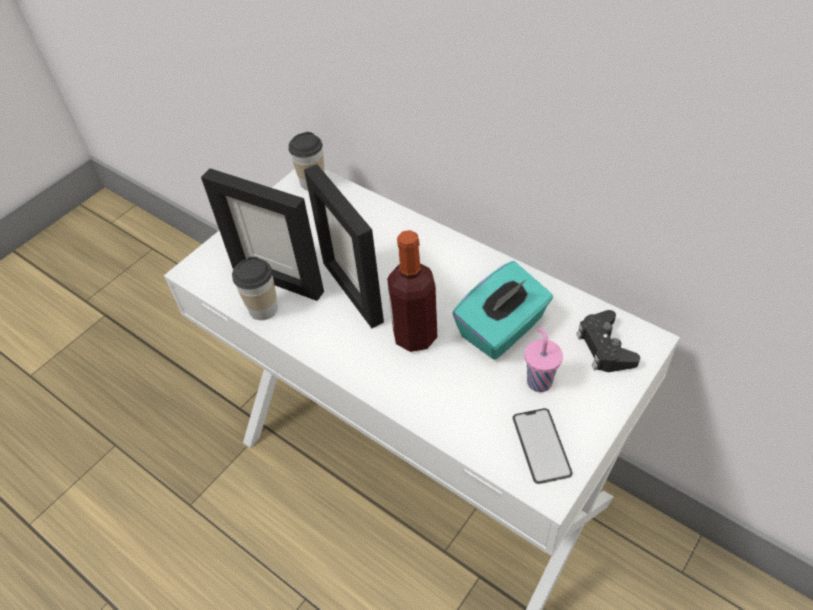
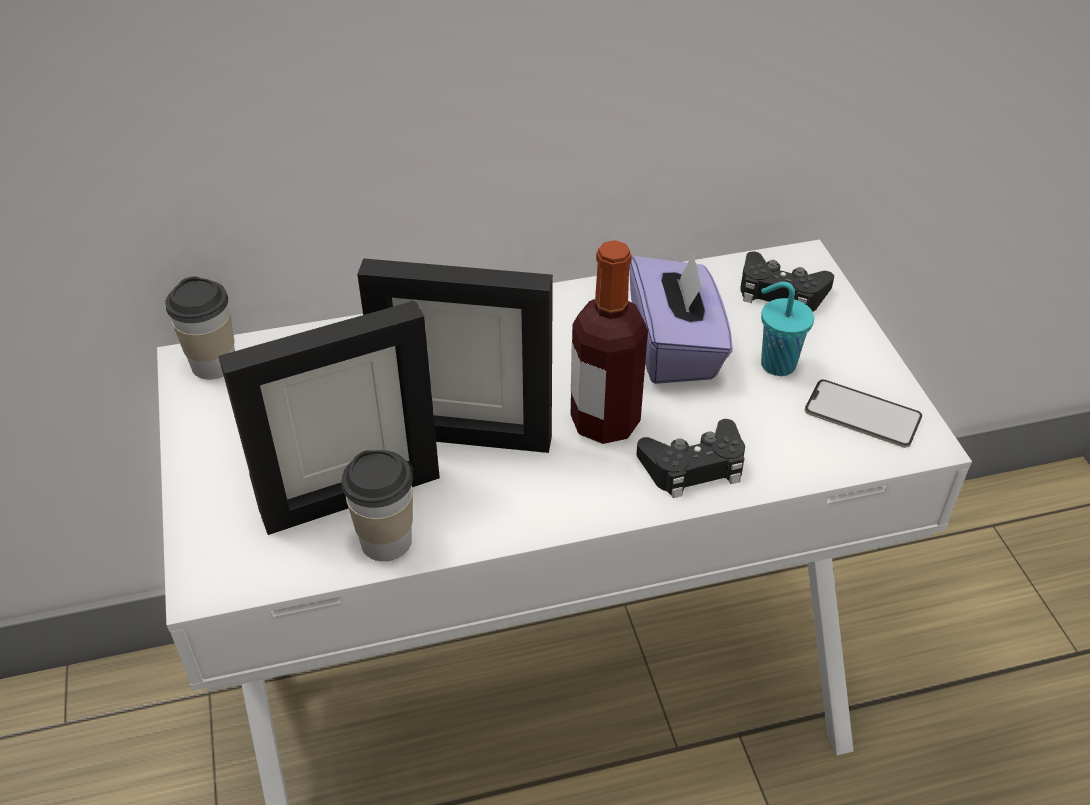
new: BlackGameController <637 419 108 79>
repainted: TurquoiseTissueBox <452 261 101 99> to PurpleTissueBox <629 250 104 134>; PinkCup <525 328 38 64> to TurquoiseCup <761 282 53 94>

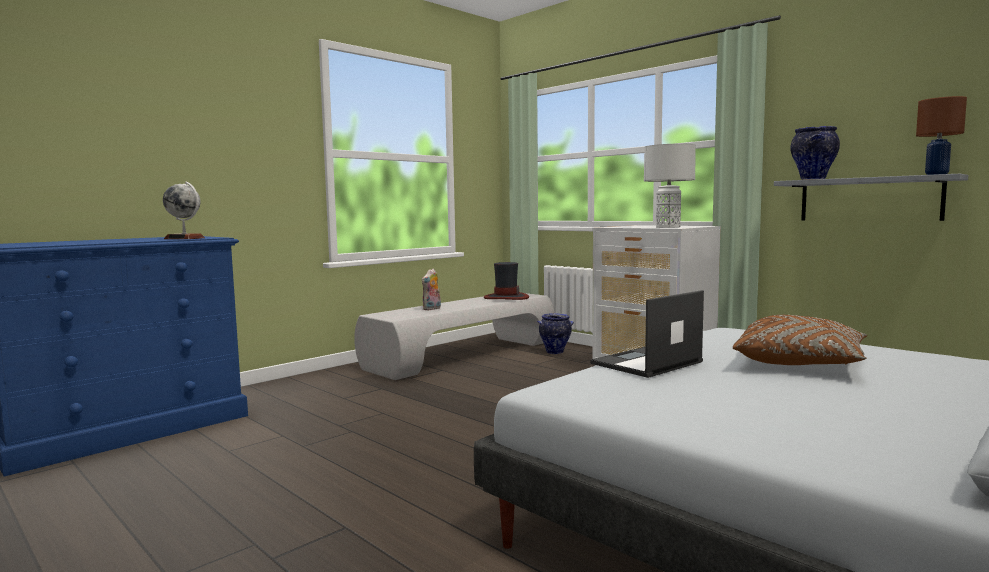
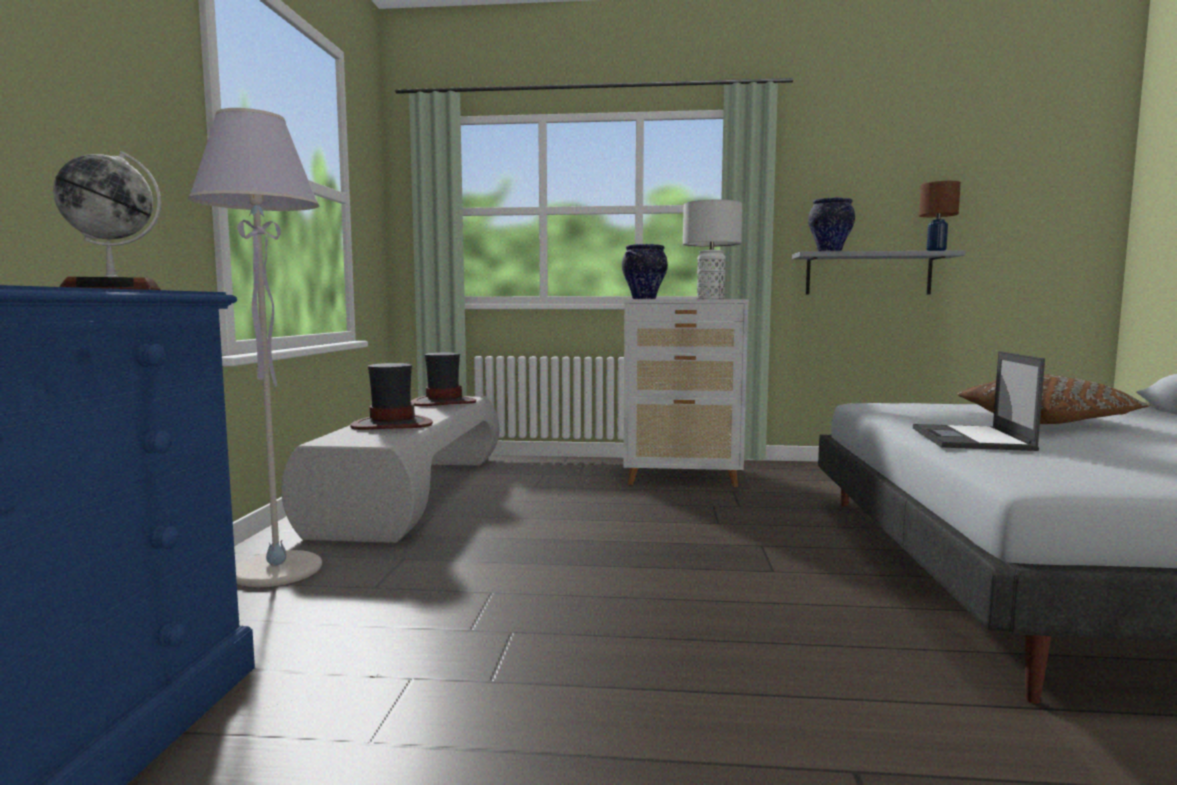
new: GreyFloorLamp <188 108 134 479>
shifted: Vase <537 313 37 41> to <622 244 46 55>
swapped: PlushToy <422 269 19 41> to Hat <350 363 83 67>

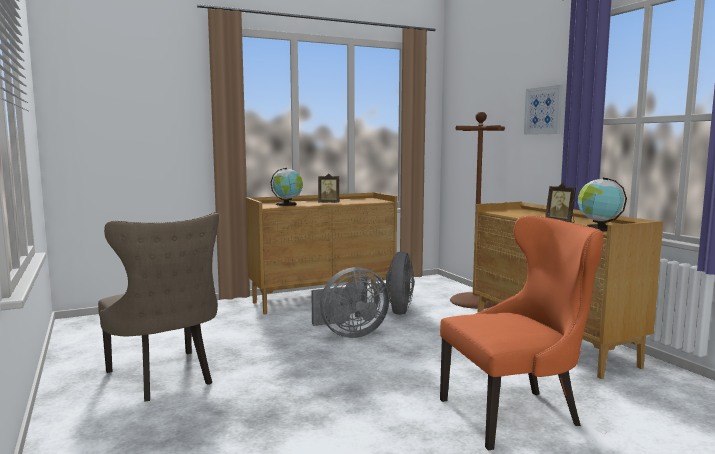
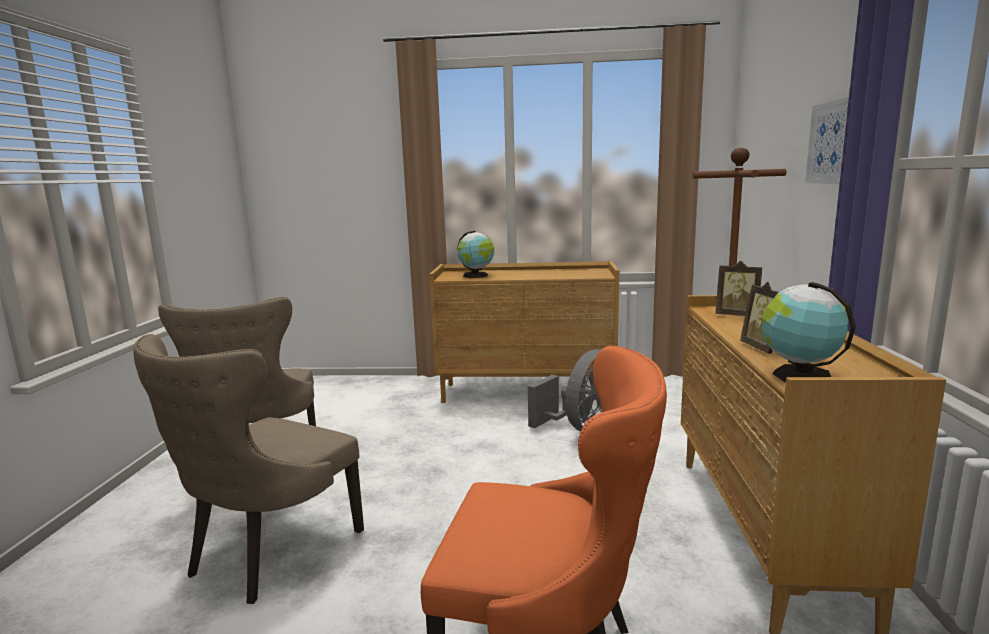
gone: GreyFan <311 267 78 71>
new: BeigeChair <133 334 231 270>
shifted: PictureFrame <318 173 21 30> to <715 261 47 55>

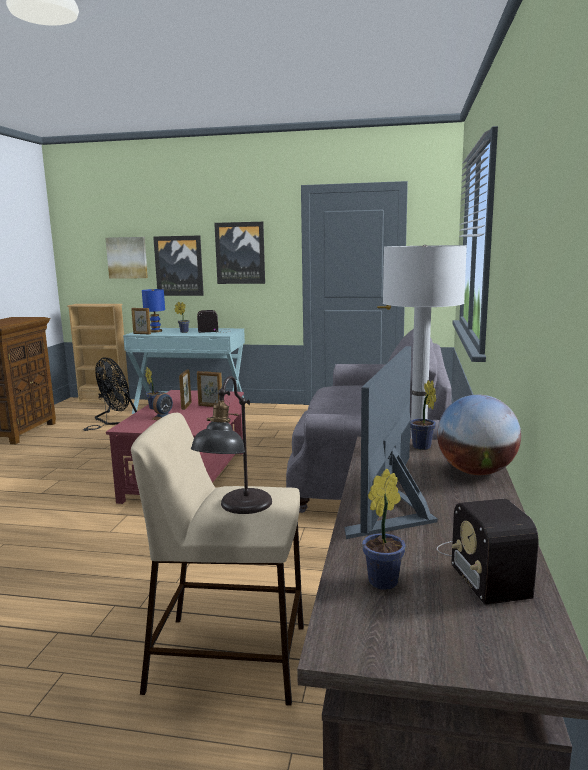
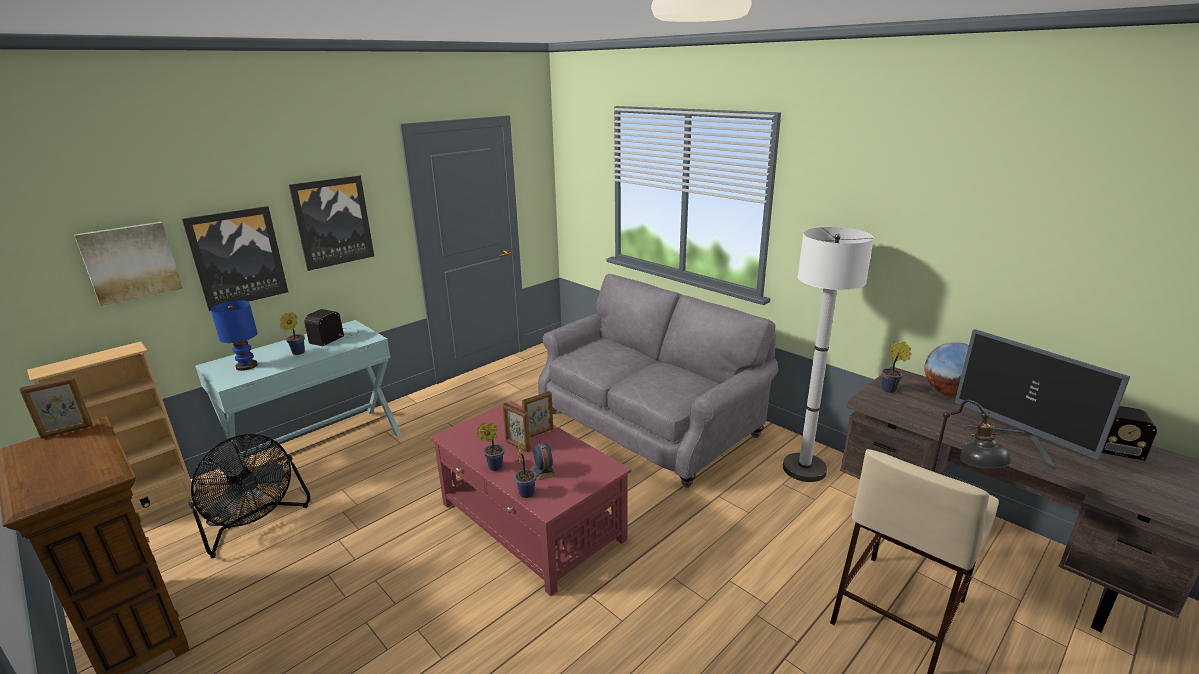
shifted: PictureFrame <131 308 20 26> to <19 376 74 63>; PottedPlant <362 469 44 121> to <514 441 23 57>
rotated: BlackFan <83 357 54 74> = <188 434 122 125> 135 degrees clockwise

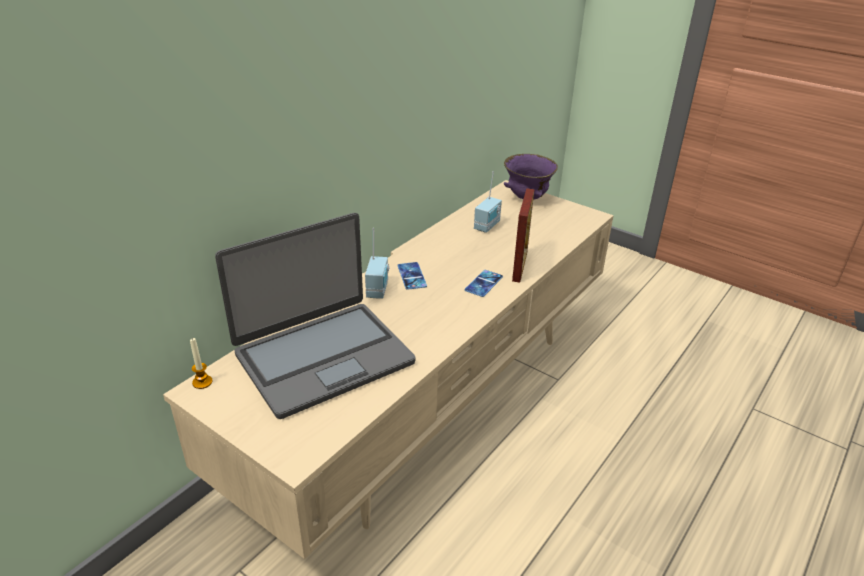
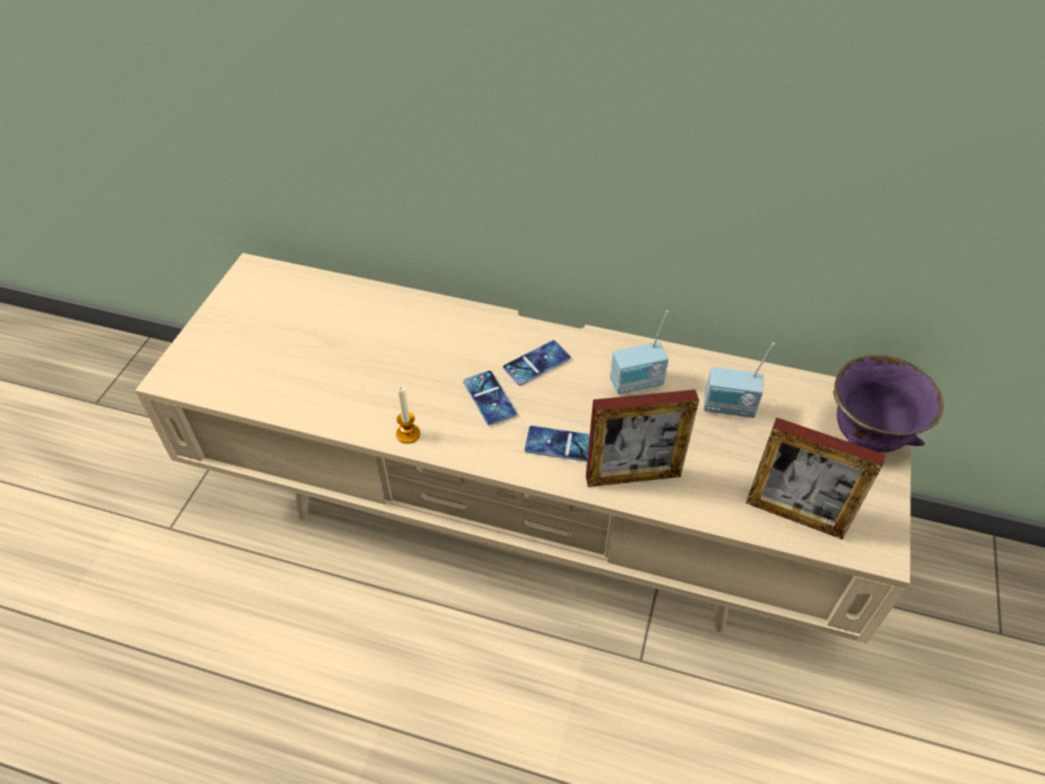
gone: Laptop <215 213 201 206>
new: Phone <463 371 54 54>; PictureFrame <746 417 139 122>
shifted: Radio <365 228 25 71> to <610 310 59 85>; Candle <190 338 22 51> to <396 387 24 57>

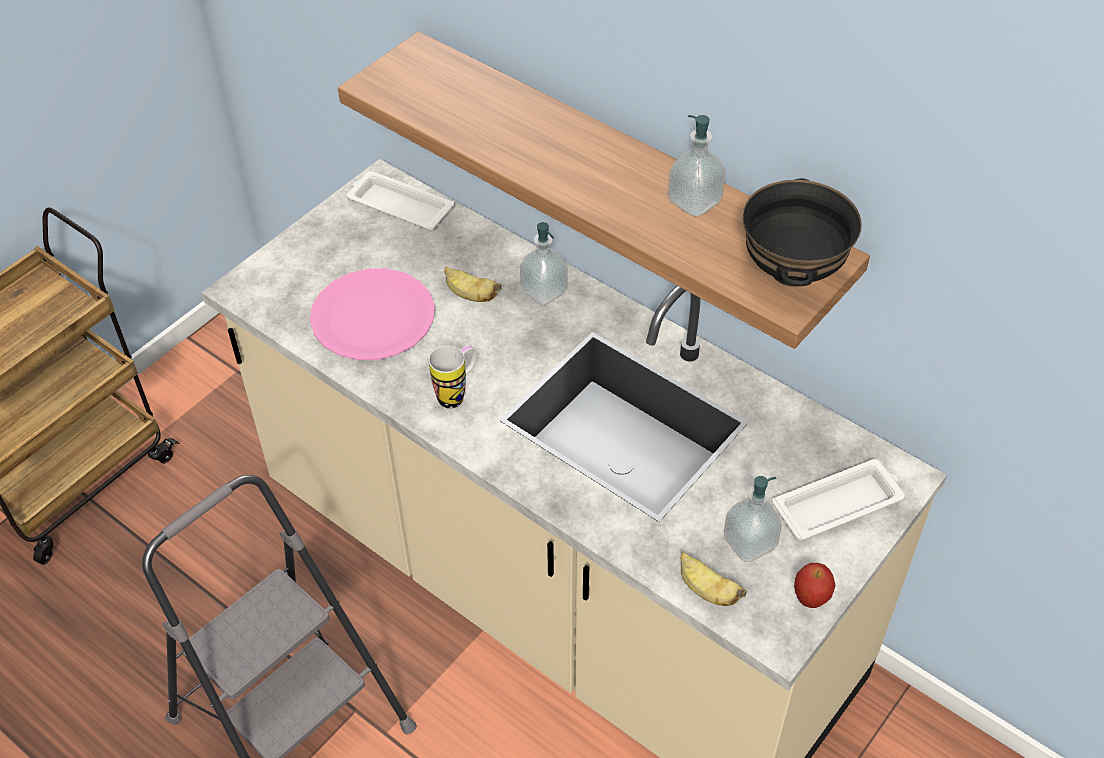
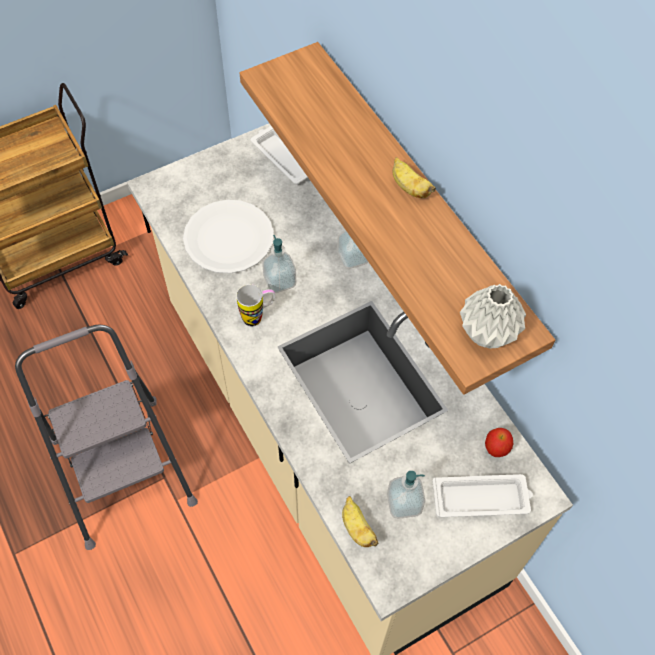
shifted: SoapDispenser <668 115 58 102> to <262 235 34 58>; Banana <444 266 57 36> to <393 157 43 41>; Apple <794 563 42 45> to <485 428 28 29>
swapped: BlackBowl <742 178 120 109> to GreyVase <460 284 66 65>
repainted: PinkPlate <310 268 125 92> to WhitePlate <183 200 91 74>

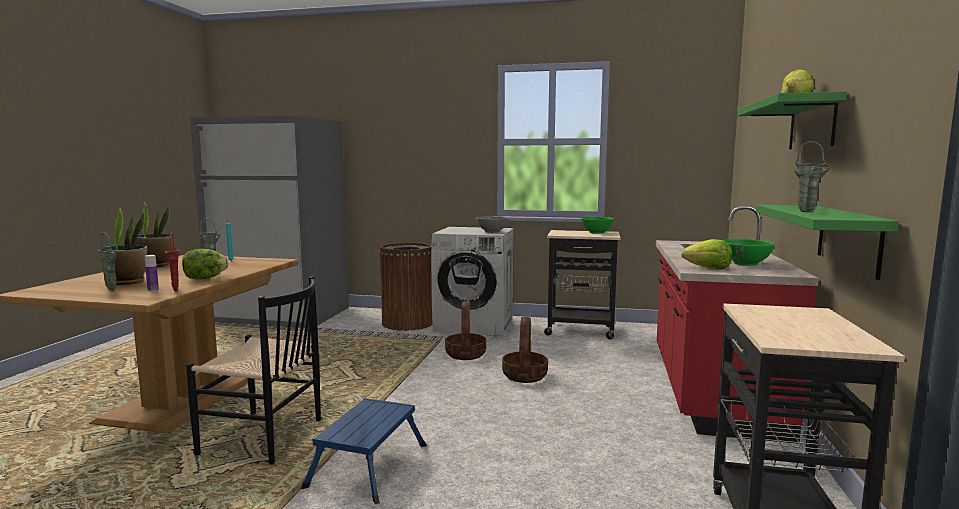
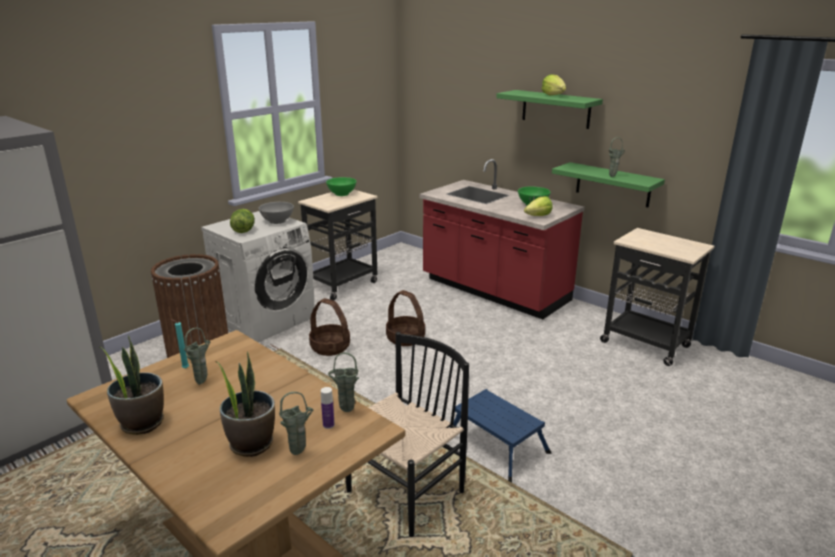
shifted: Lettuce <182 249 47 30> to <230 209 25 24>
repainted: RedVase <165 232 15 59> to GreenVase <328 352 31 60>

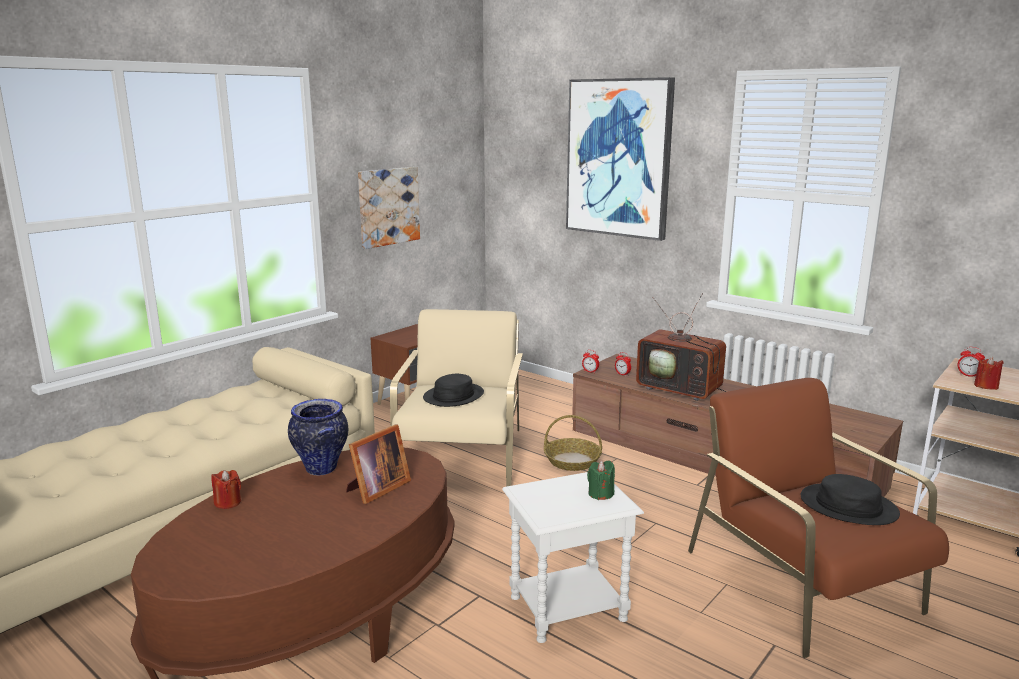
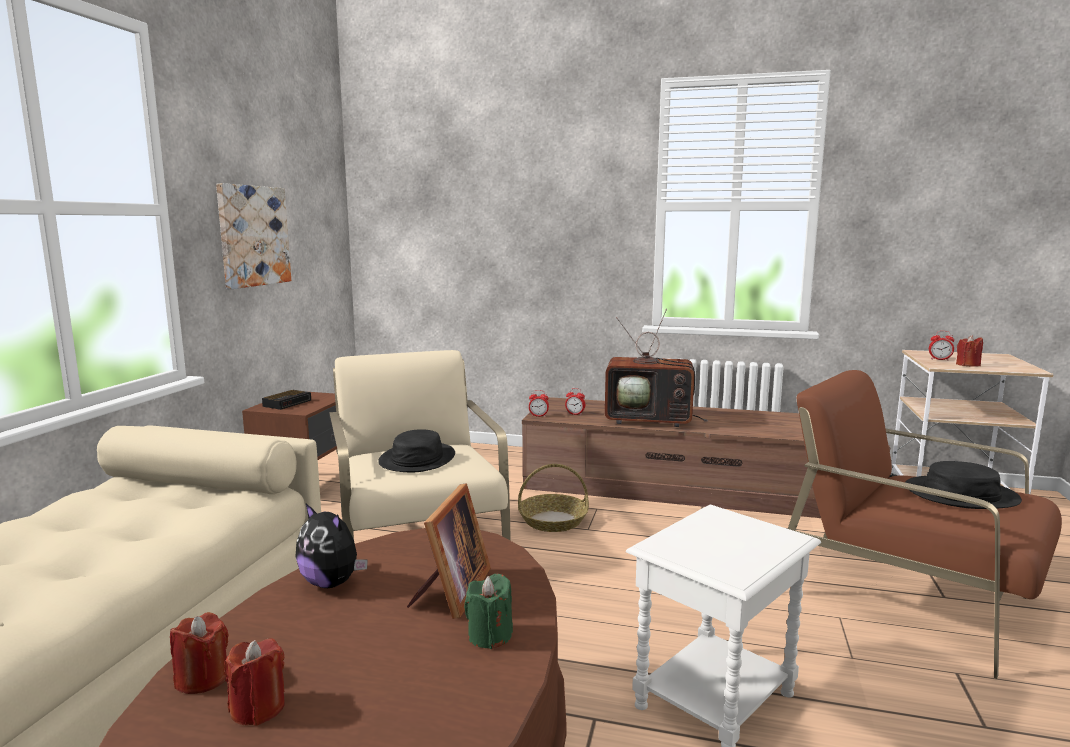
gone: Picture <566 77 109 164>
new: AlarmClock <262 390 49 20>; RedCandle <224 638 61 88>
shifted: GreenCandle <587 460 28 40> to <464 574 49 75>
swapped: Vase <288 399 60 76> to PlushToy <295 504 73 84>

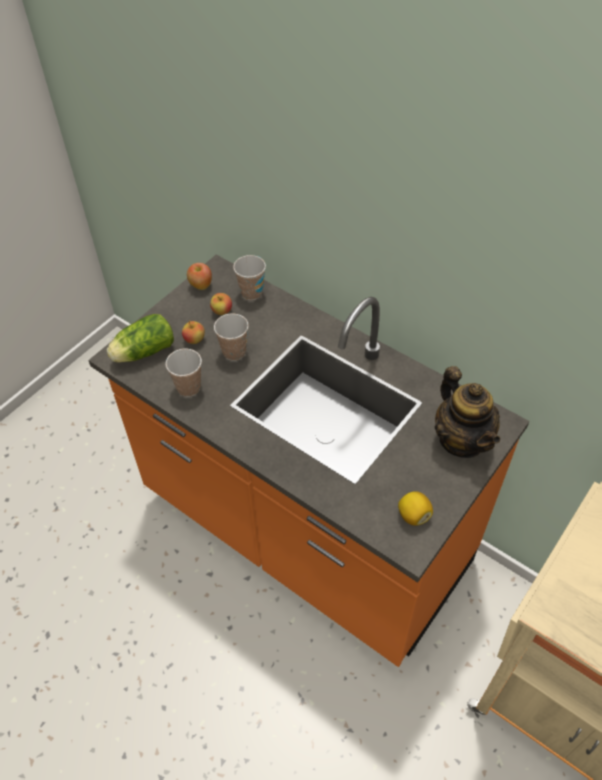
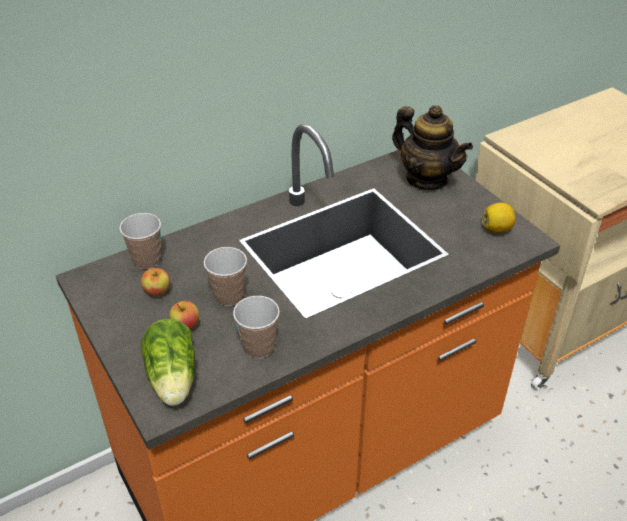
gone: Apple <187 263 25 27>
rotated: Teapot <435 366 65 92> = <392 105 81 85> 45 degrees clockwise

